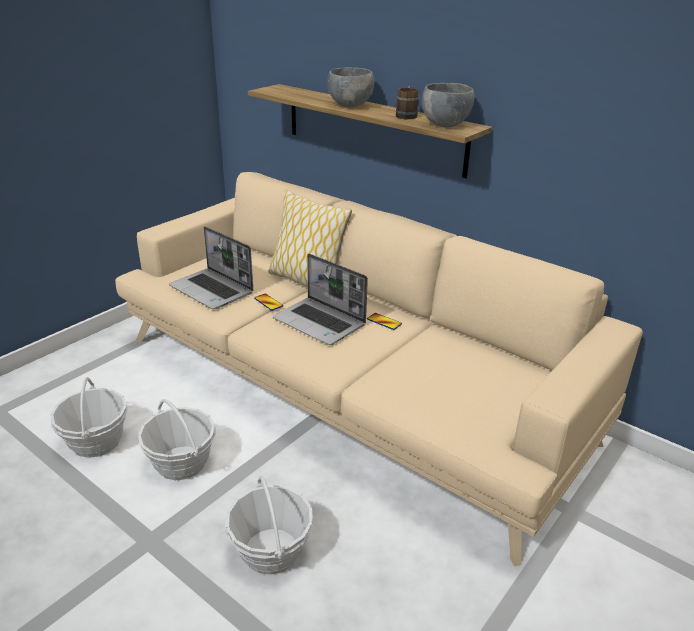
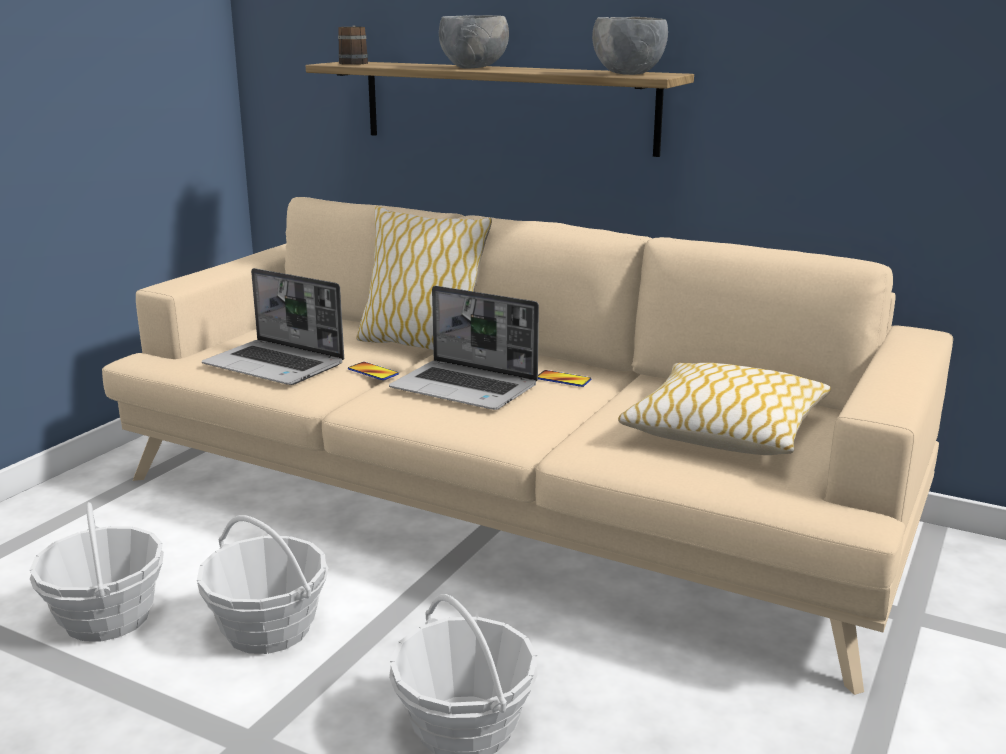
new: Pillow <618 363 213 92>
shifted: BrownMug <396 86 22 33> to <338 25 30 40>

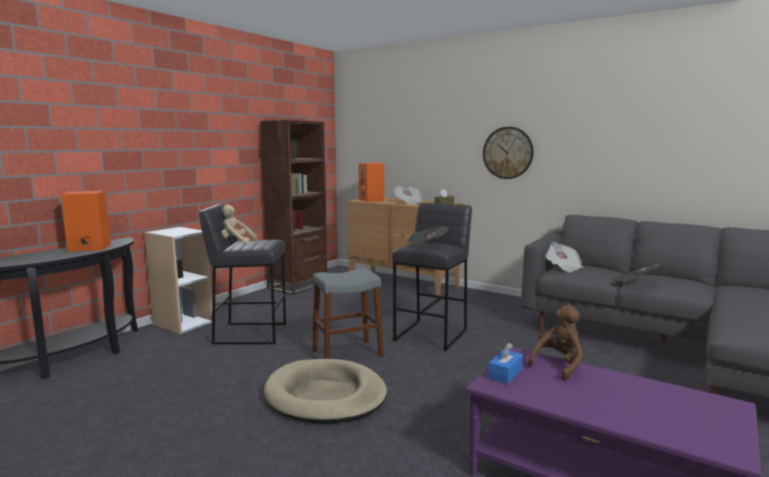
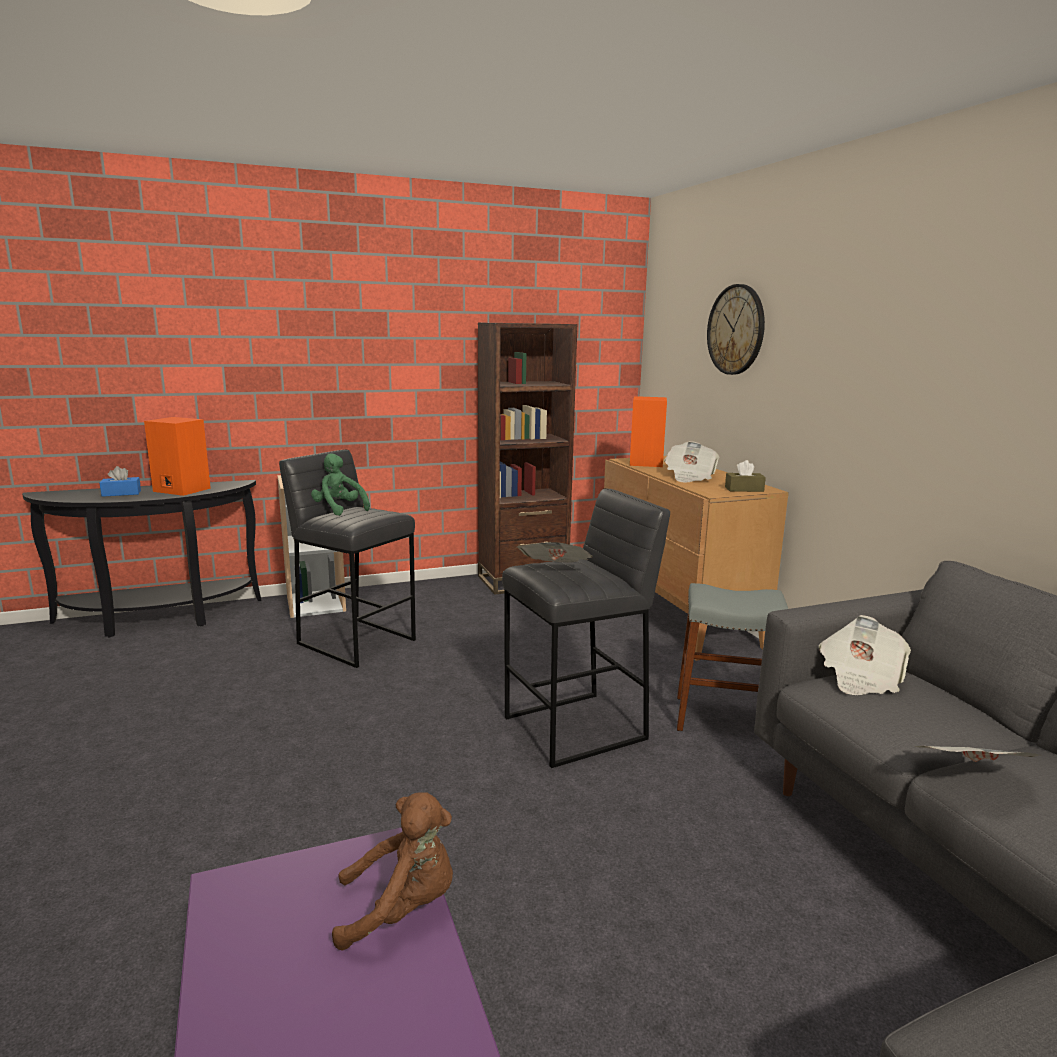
gone: BeigeDogBed <264 359 123 65>
shifted: WallClock <483 127 50 52> to <707 284 58 91>; GreyStool <313 268 71 91> to <677 583 111 148>; BlueTissueBox <488 343 35 41> to <100 466 41 31>
repainted: BeigePlushToy <221 205 36 39> to GreenPlushToy <311 453 59 63>

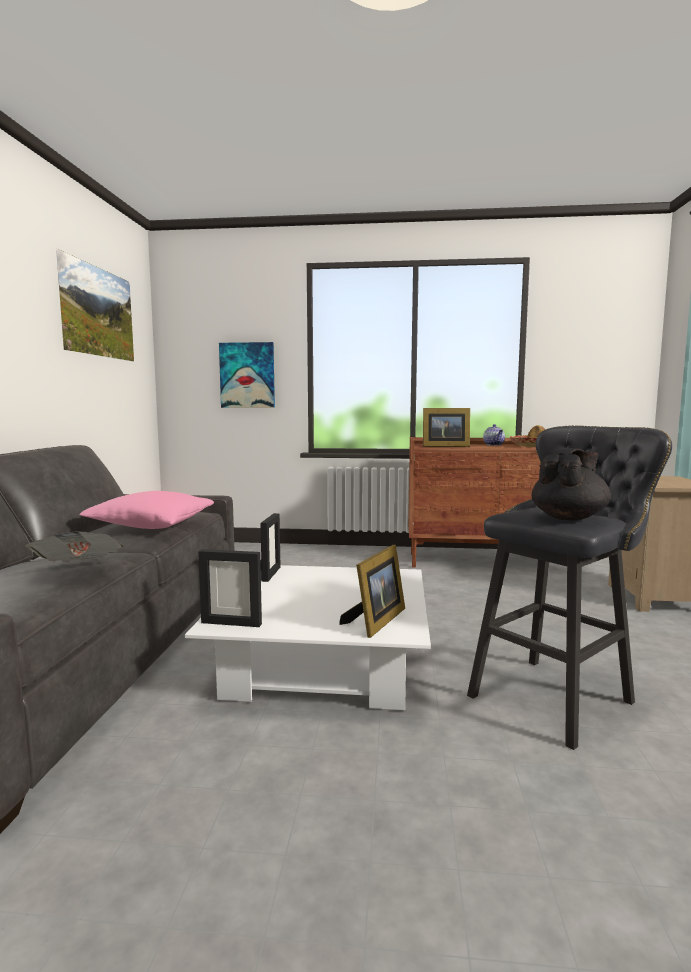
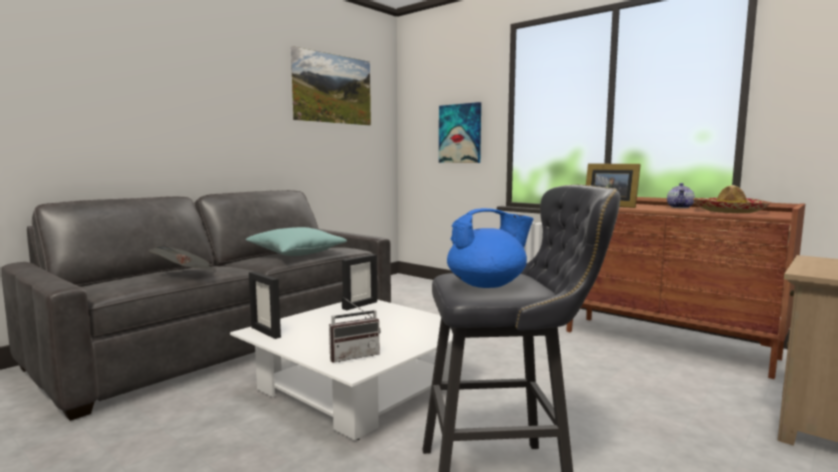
swapped: PictureFrame <339 545 66 93> to Radio <329 297 52 66>
repainted: BlackTeapot <532 448 79 72> to BlueTeapot <447 208 86 80>; PinkPillow <79 491 135 38> to TurquoisePillow <245 227 102 29>

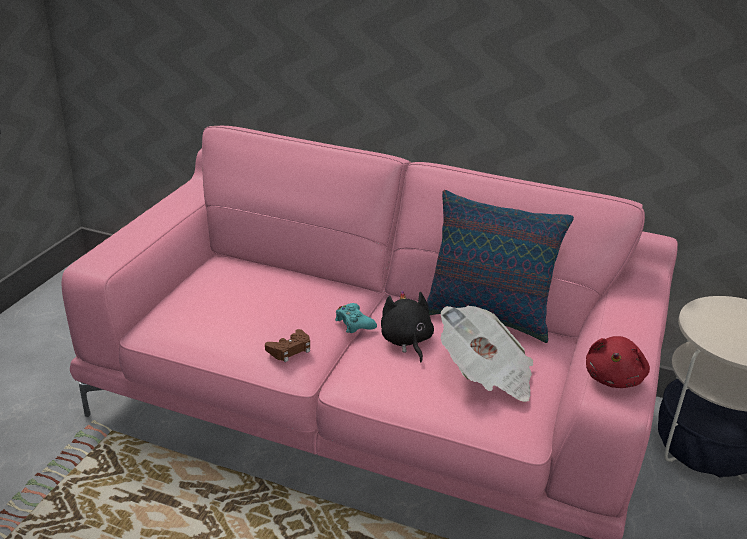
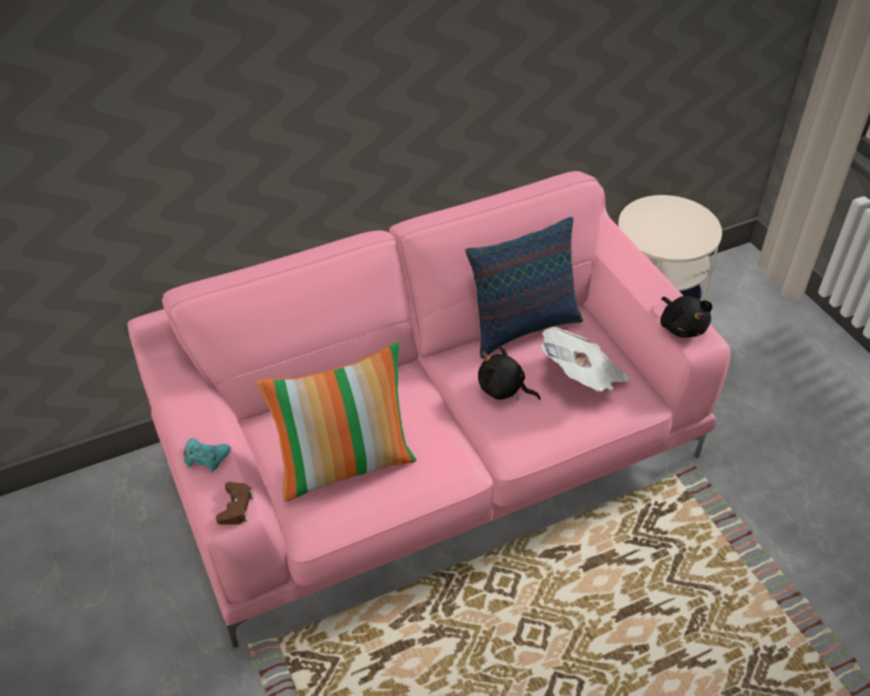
new: Pillow <256 341 160 161>
shifted: TurquoiseGameController <335 303 42 30> to <183 438 48 34>; BrownGameController <265 329 45 33> to <216 482 38 43>
repainted: RedPlushToy <586 336 64 52> to BlackPlushToy <660 296 52 42>

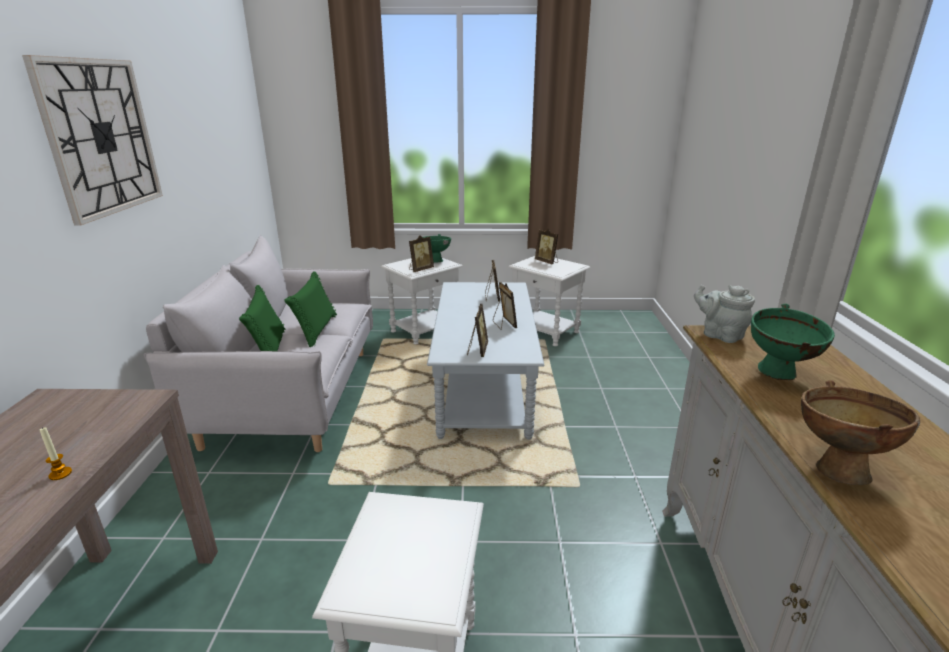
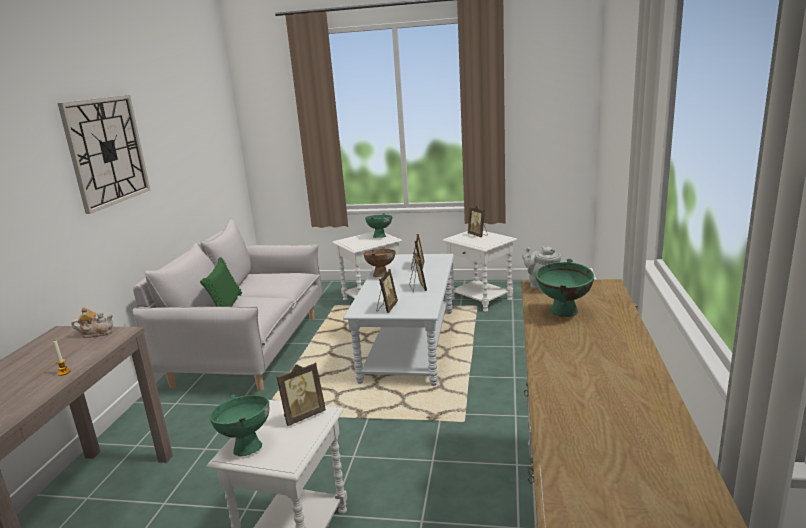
gone: GreenPillow <284 271 53 76>
new: Teapot <72 307 41 31>; GreenBowl <210 395 59 61>
shifted: PictureFrame <409 235 25 37> to <276 362 50 64>; BrownBowl <801 380 119 105> to <363 247 33 30>

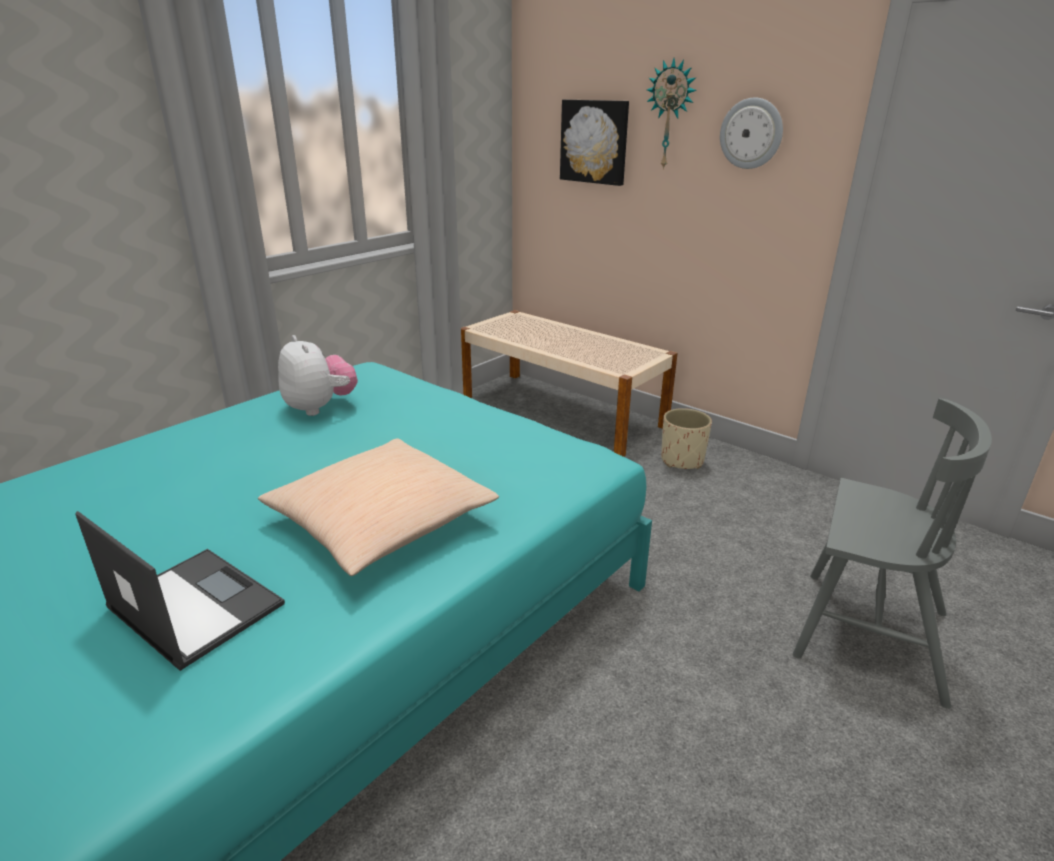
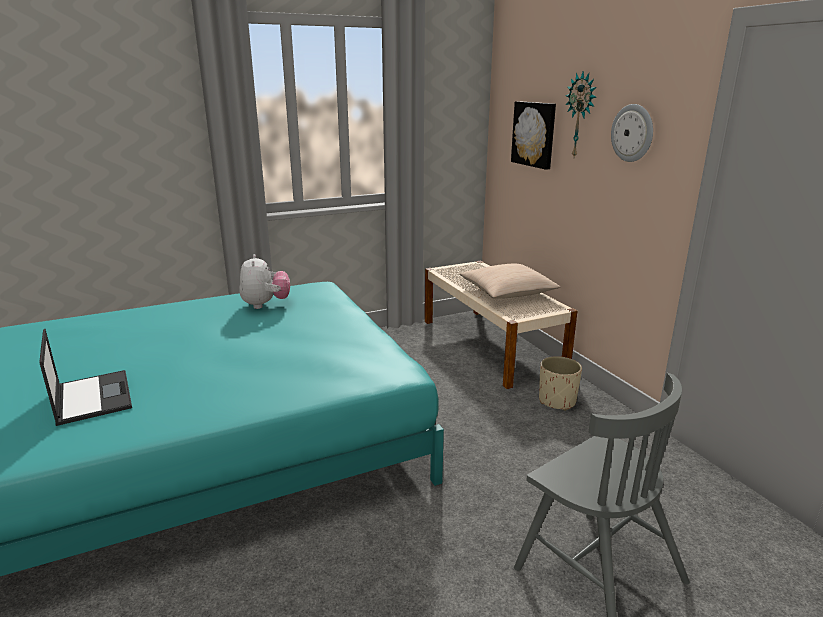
shifted: BeigePillow <258 439 241 137> to <460 264 100 35>

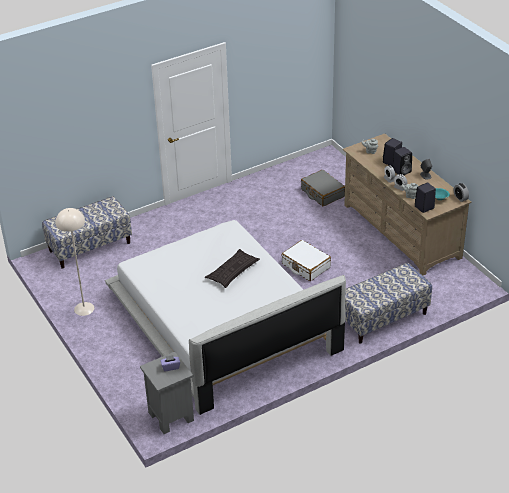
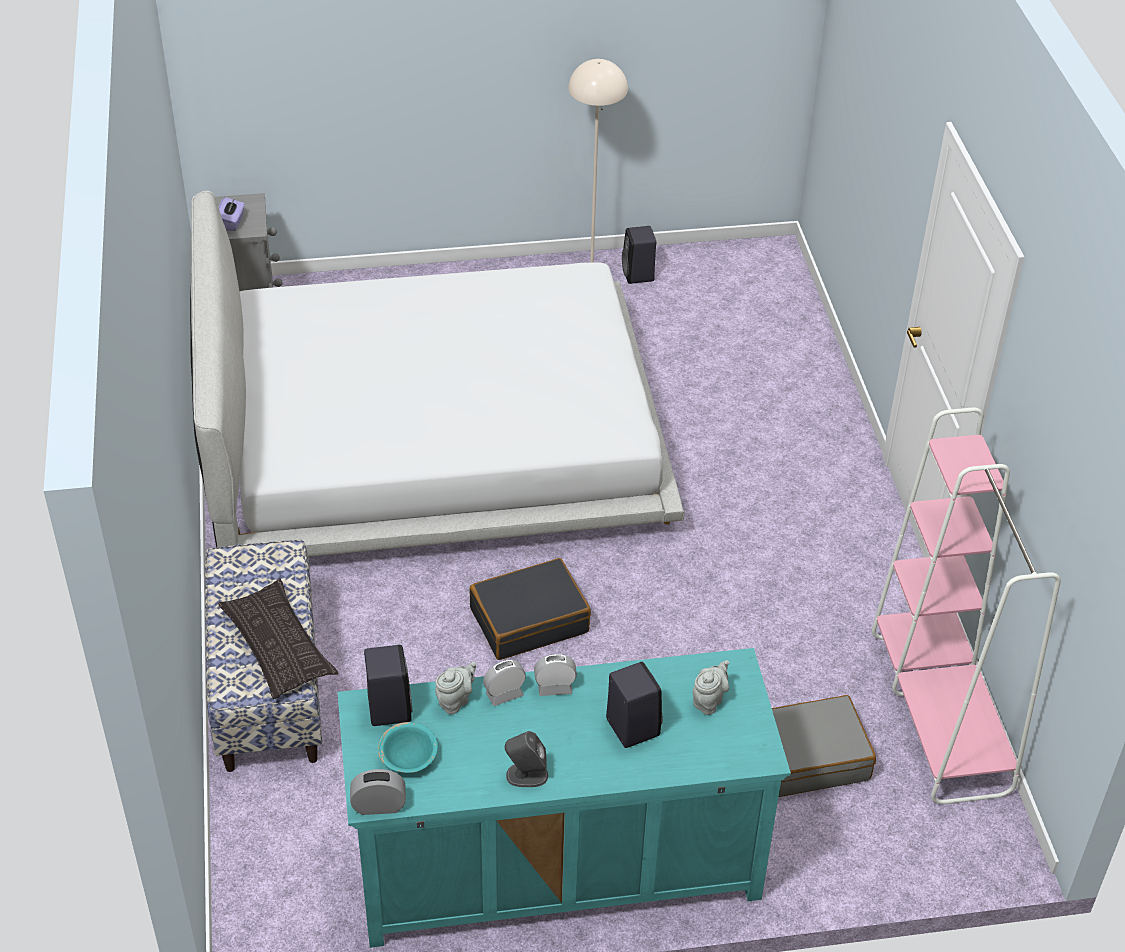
gone: Bench <42 196 90 73>
new: PinkClothesRack <872 407 189 397>
shifted: BlackSpeaker <393 147 19 28> to <622 226 34 58>; Pillow <205 249 55 39> to <218 578 121 121>
repainted: BeigeDresser <343 133 128 142> to TurquoiseDresser <337 648 454 300>; WhiteSuitcase <281 240 50 41> to BlackSuitcase <470 558 121 102>

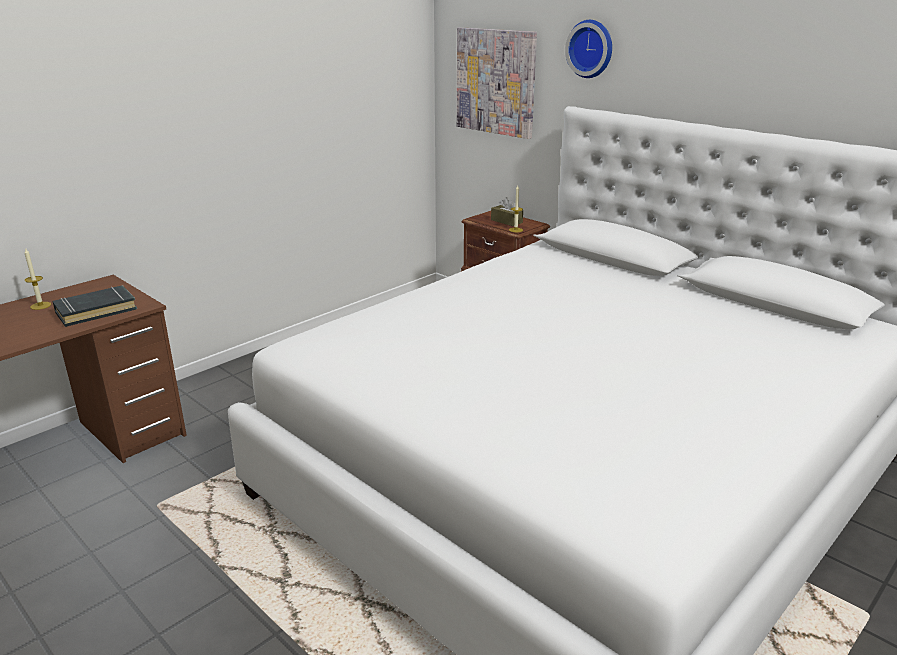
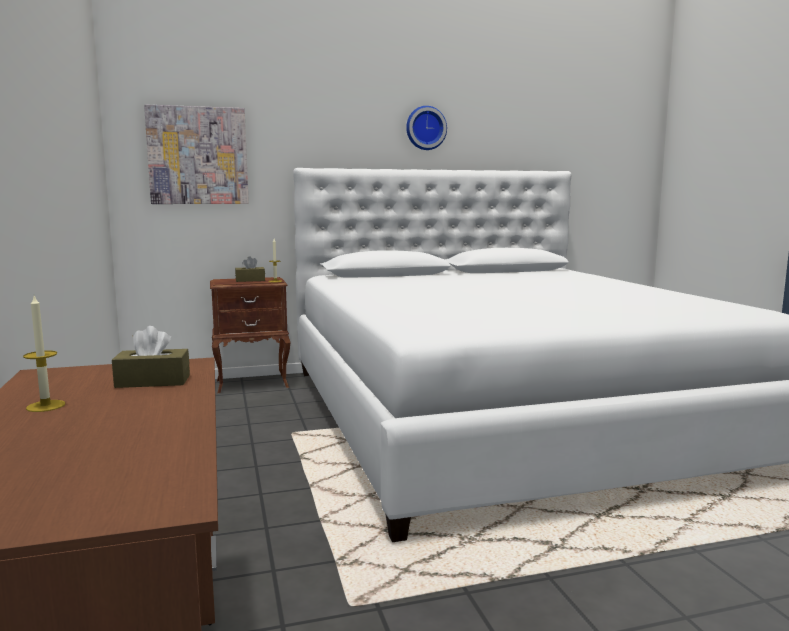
shifted: WallClock <565 20 47 58> to <406 106 41 44>
swapped: BlackBook <52 285 85 42> to BrownTissueBox <112 326 78 62>

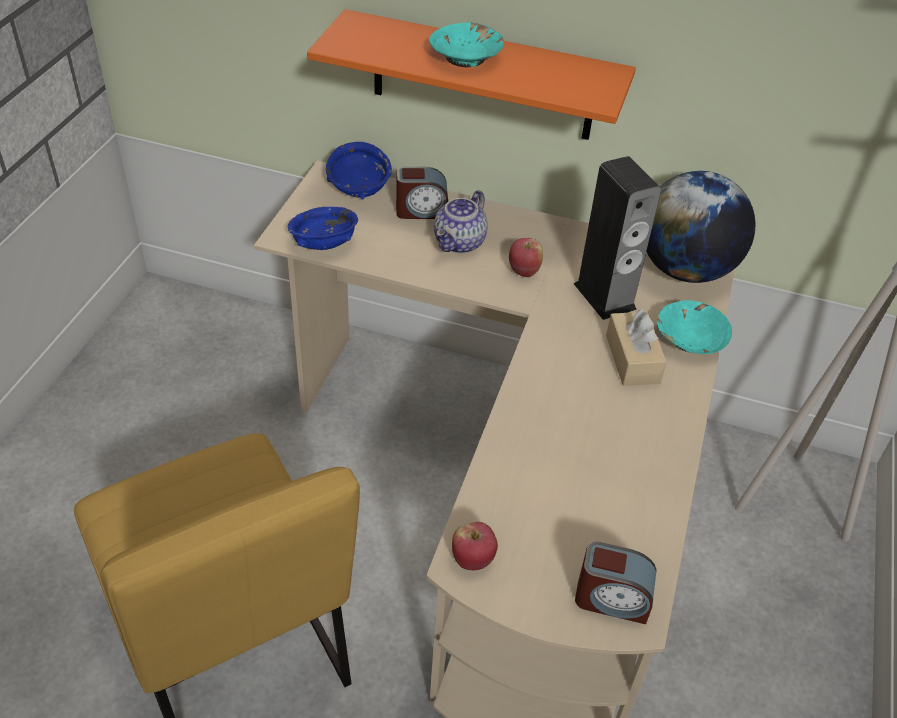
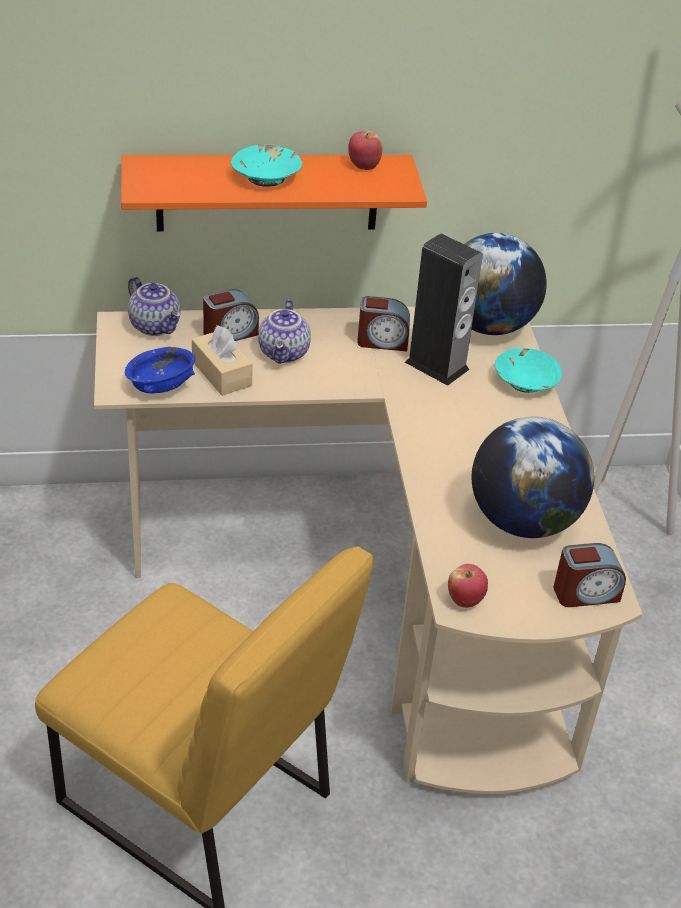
new: AlarmClock <357 296 53 55>; Globe <472 417 122 121>
shifted: Apple <509 238 34 39> to <348 131 34 39>; BeigeTissueBox <606 308 61 78> to <192 325 61 71>
swapped: BlueBowl <326 142 66 58> to Teapot <128 277 52 59>

